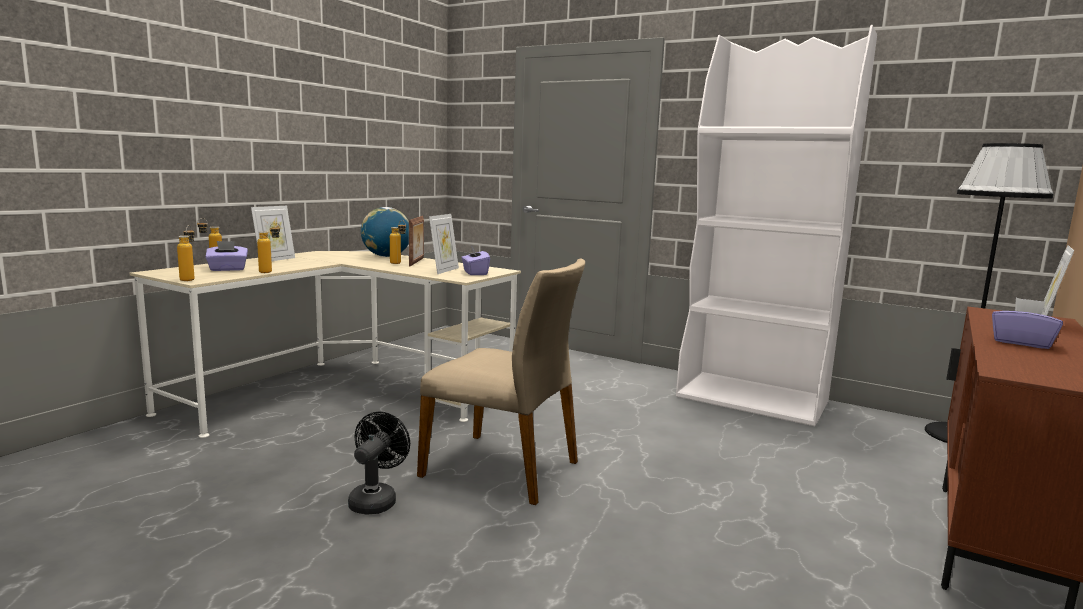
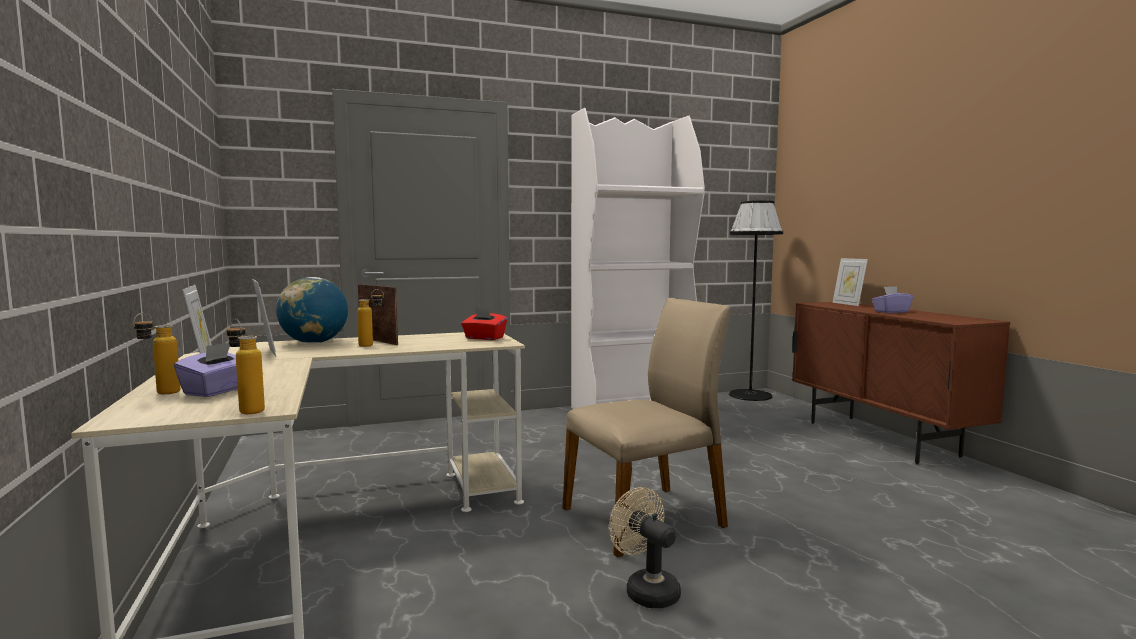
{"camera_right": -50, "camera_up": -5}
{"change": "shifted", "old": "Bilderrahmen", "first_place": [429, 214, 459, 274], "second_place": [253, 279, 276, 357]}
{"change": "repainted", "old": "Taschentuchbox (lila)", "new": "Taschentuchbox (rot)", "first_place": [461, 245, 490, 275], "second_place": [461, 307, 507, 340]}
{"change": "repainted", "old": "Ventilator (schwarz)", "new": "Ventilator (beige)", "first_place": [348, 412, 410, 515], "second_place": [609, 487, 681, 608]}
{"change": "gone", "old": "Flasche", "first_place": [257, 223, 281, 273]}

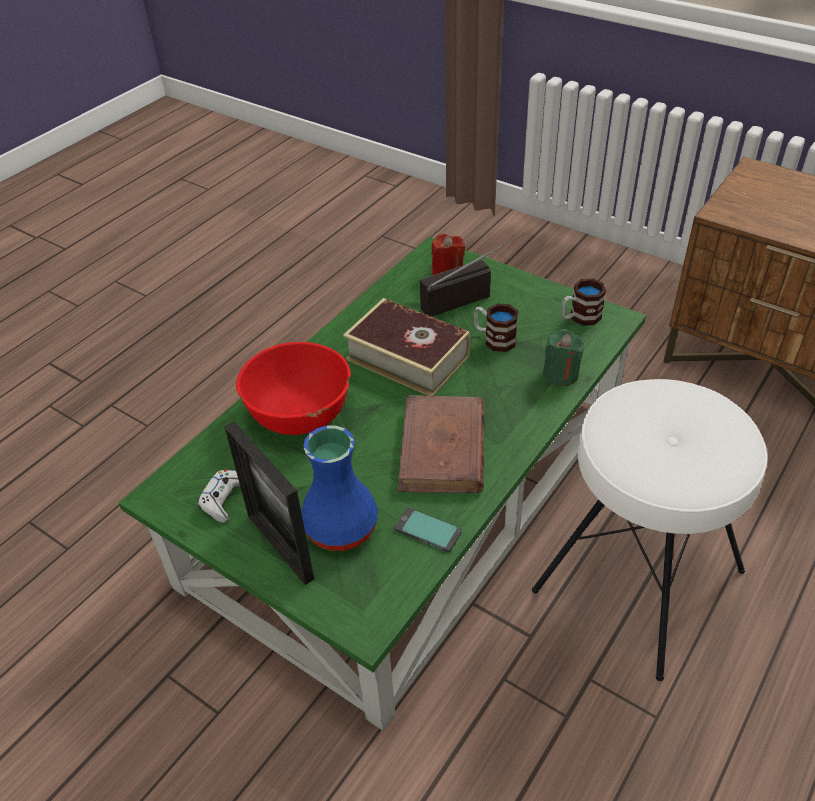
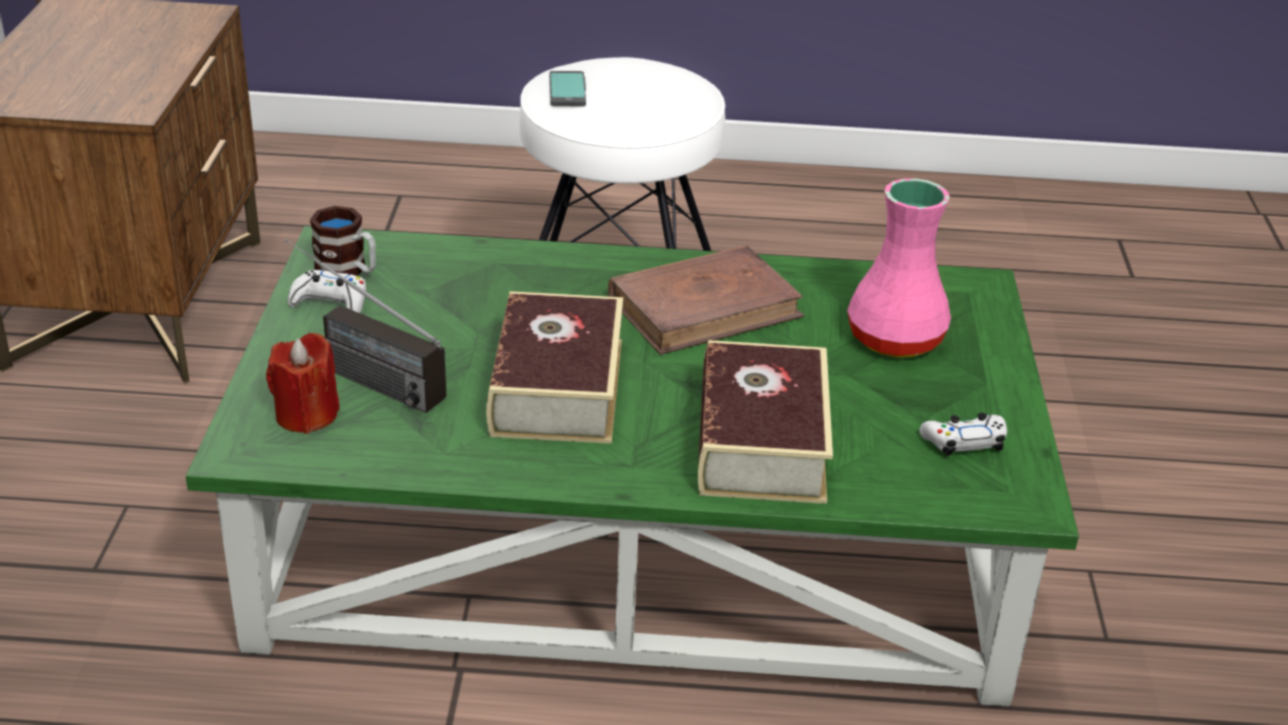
{"camera_right": -125, "camera_up": -10}
{"change": "new", "new": "Gamepad (weiß)", "second_place": [288, 270, 366, 313]}
{"change": "shifted", "old": "Handy", "first_place": [395, 507, 462, 552], "second_place": [550, 71, 586, 106]}
{"change": "swapped", "old": "Schüssel (rot)", "new": "Buch", "first_place": [236, 342, 351, 435], "second_place": [698, 340, 833, 504]}
{"change": "repainted", "old": "Vase (blau)", "new": "Vase (rosa)", "first_place": [301, 425, 378, 551], "second_place": [847, 178, 951, 358]}
{"change": "gone", "old": "Bilderrahmen", "first_place": [224, 421, 314, 585]}
{"change": "gone", "old": "Henkelbecher", "first_place": [474, 304, 518, 352]}
{"change": "gone", "old": "Kerze (grün)", "first_place": [543, 329, 584, 386]}

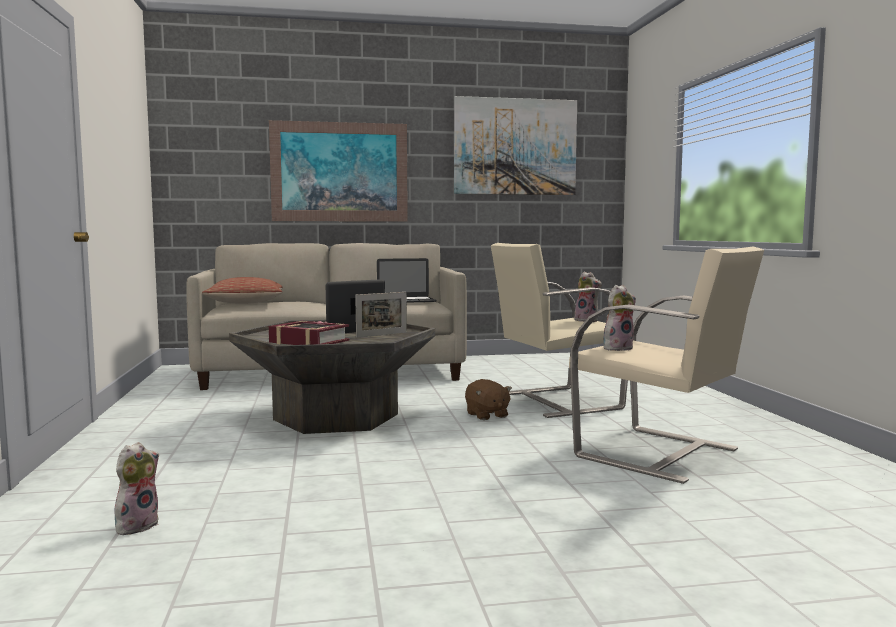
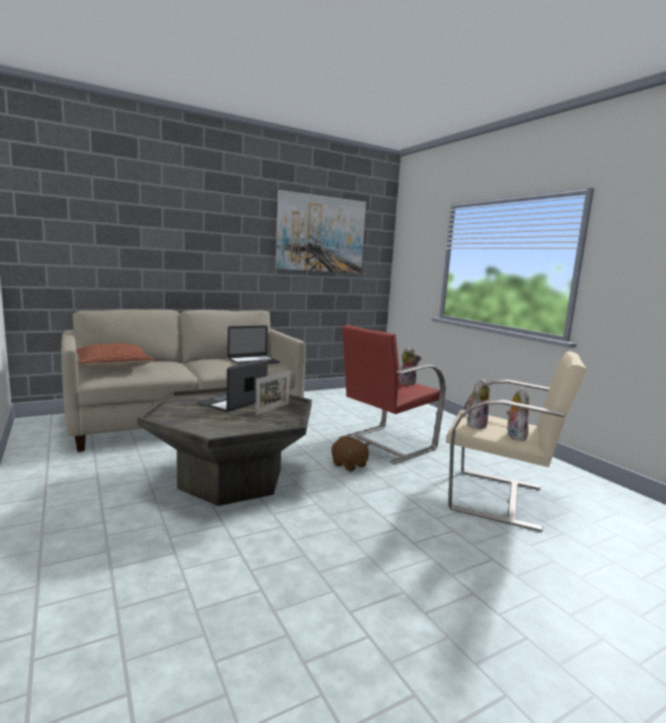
{"camera_right": -20, "camera_up": 5}
{"change": "repainted", "old": "Sessel (beige)", "new": "Sessel (rot)", "first_place": [491, 243, 628, 418], "second_place": [339, 325, 446, 464]}
{"change": "shifted", "old": "Plüschtier", "first_place": [115, 442, 159, 535], "second_place": [506, 387, 529, 441]}
{"change": "gone", "old": "Bild", "first_place": [269, 120, 408, 222]}
{"change": "gone", "old": "Buch", "first_place": [269, 320, 350, 345]}

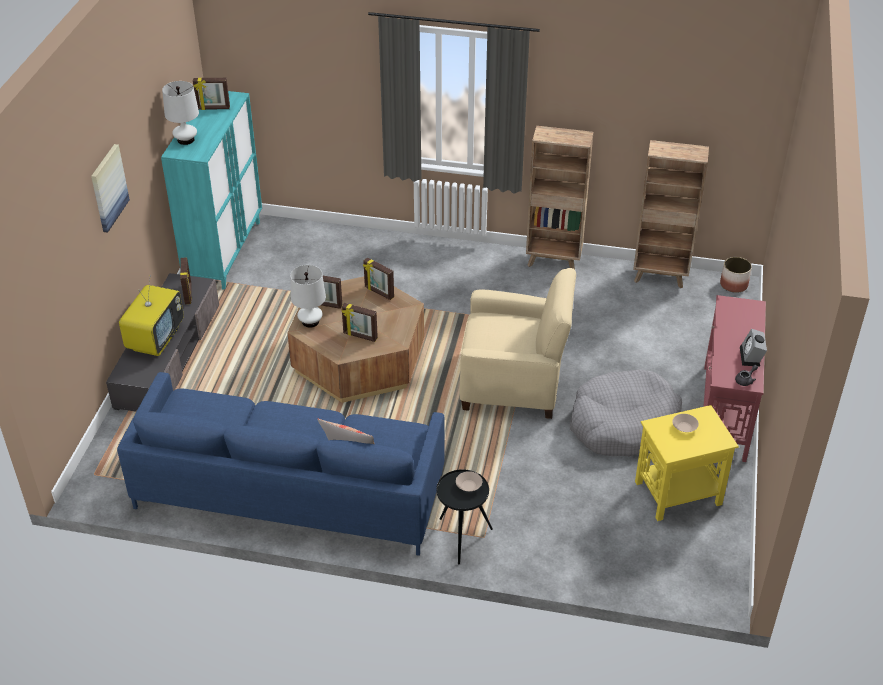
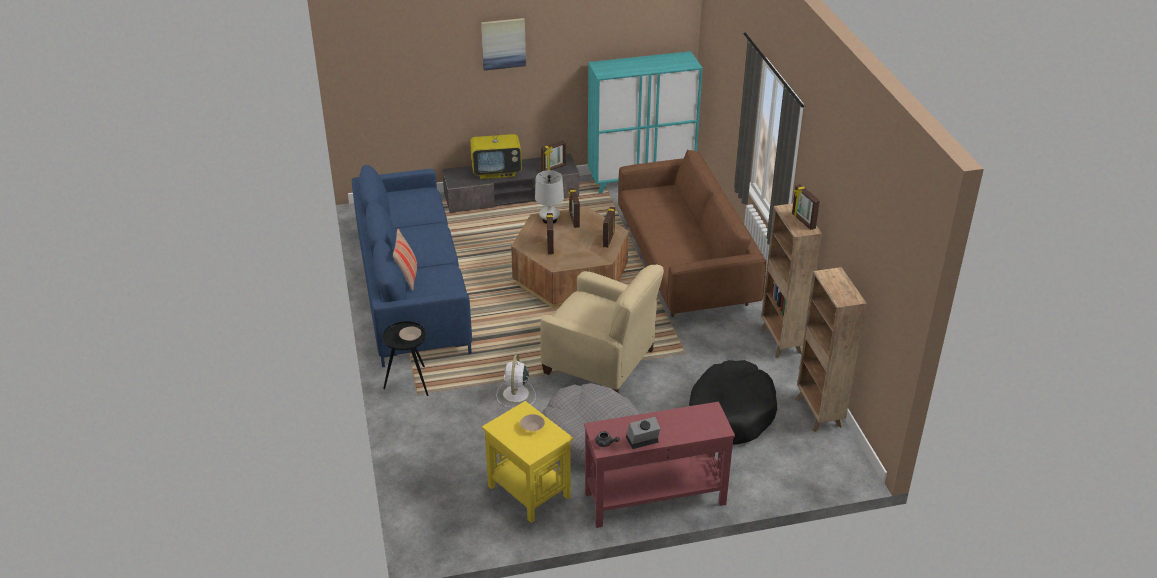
{"camera_right": 65, "camera_up": -5}
{"change": "new", "new": "Ventilator (weiß)", "second_place": [496, 354, 536, 408]}
{"change": "rotated", "old": "Sessel (beige)", "first_place": [460, 268, 576, 419], "second_place": [540, 265, 664, 393], "degrees": -45}
{"change": "new", "new": "Sofa (braun)", "second_place": [618, 150, 767, 317]}
{"change": "new", "new": "Hundebett (schwarz)", "second_place": [689, 360, 777, 445]}
{"change": "shifted", "old": "Bilderrahmen", "first_place": [193, 78, 230, 110], "second_place": [792, 184, 820, 230]}
{"change": "gone", "old": "Tischlampe (weiß)", "first_place": [162, 81, 199, 145]}
{"change": "gone", "old": "Pflanzkübel", "first_place": [720, 257, 752, 293]}

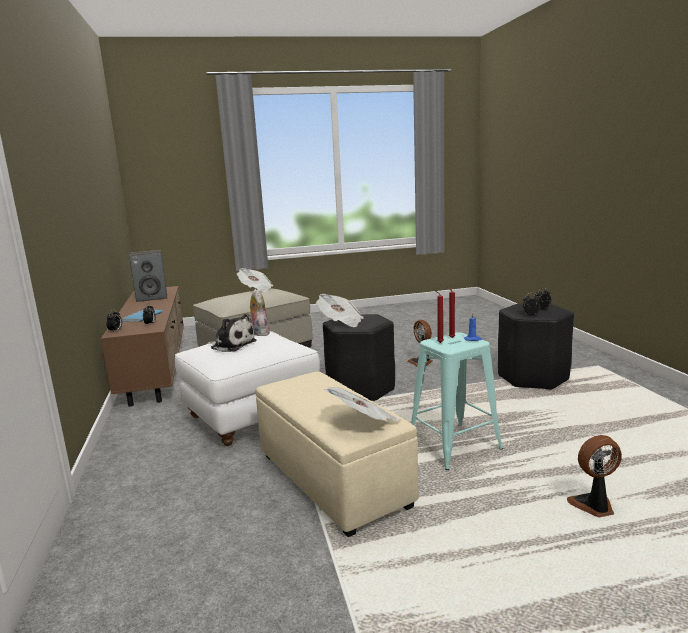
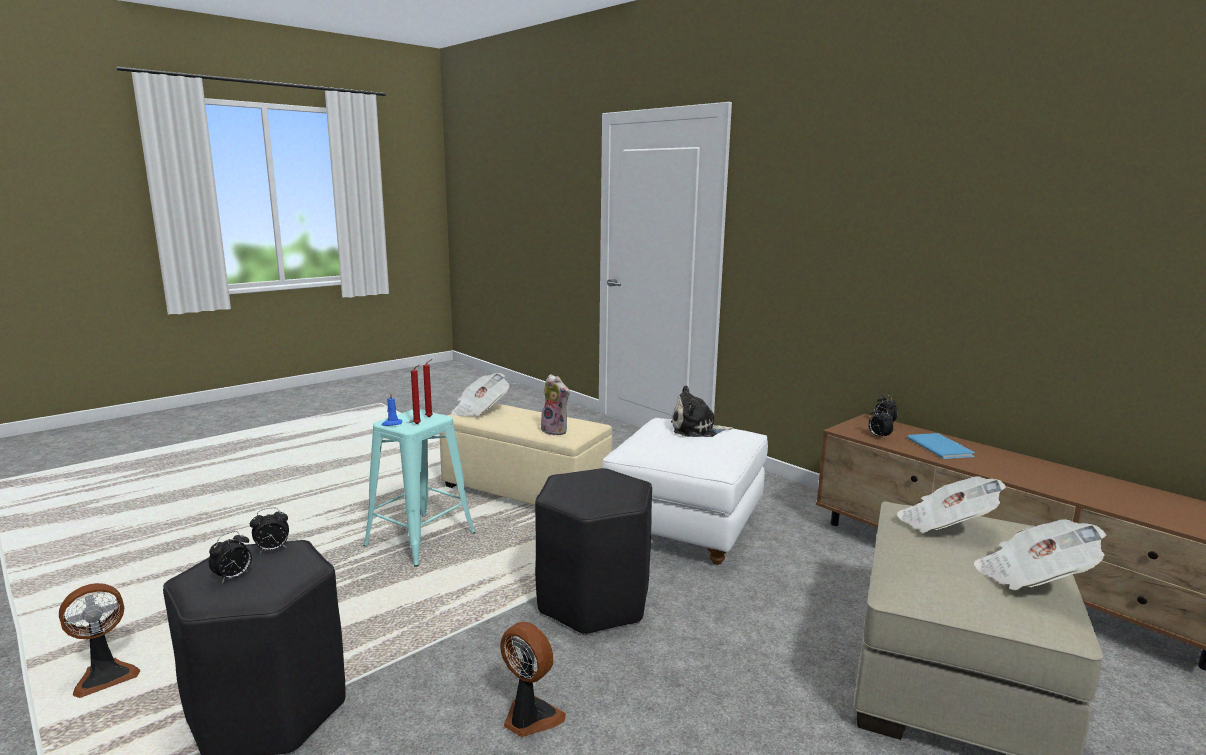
{"camera_right": 150, "camera_up": 0}
{"change": "shifted", "old": "Ventilator", "first_place": [567, 435, 622, 517], "second_place": [59, 583, 140, 698]}
{"change": "shifted", "old": "Plüschtier", "first_place": [247, 289, 270, 336], "second_place": [541, 374, 570, 435]}
{"change": "shifted", "old": "Zeitung", "first_place": [316, 294, 364, 327], "second_place": [897, 476, 1006, 533]}
{"change": "gone", "old": "Lautsprecher", "first_place": [129, 250, 167, 302]}

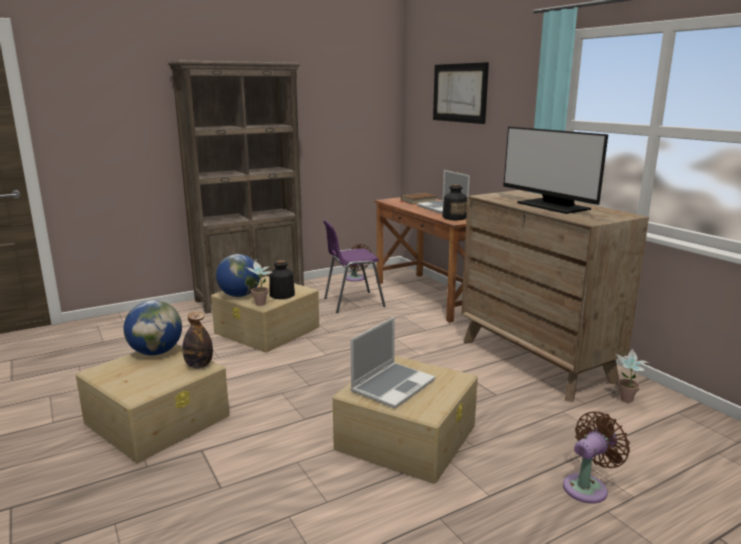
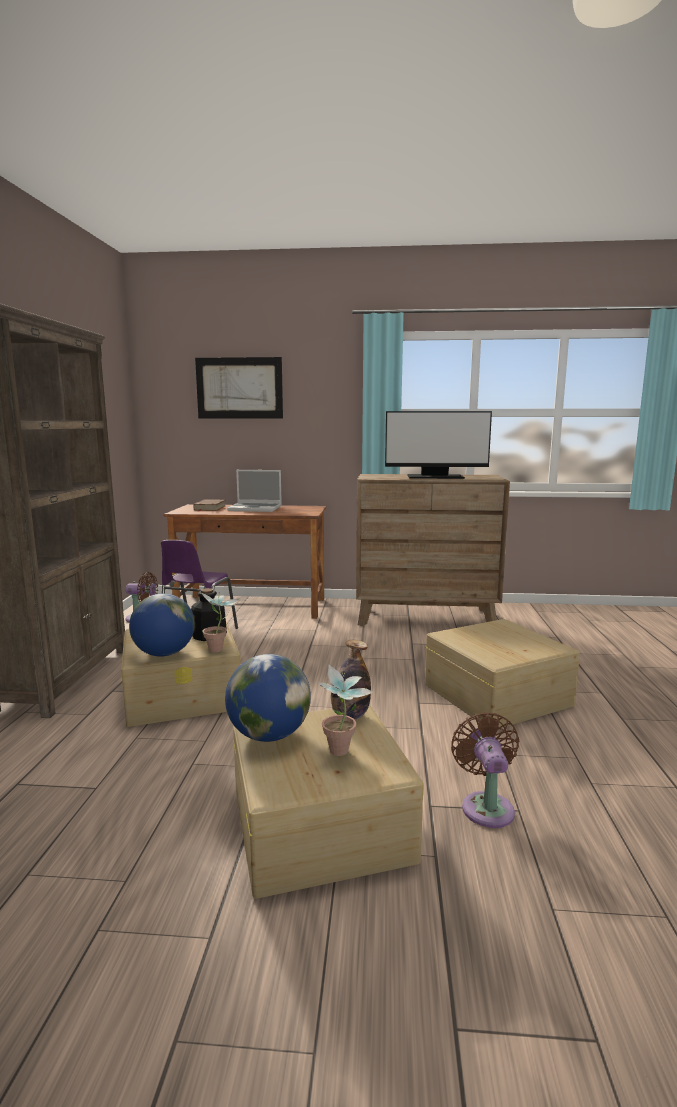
{"camera_right": -55, "camera_up": -5}
{"change": "shifted", "old": "Topfpflanze", "first_place": [616, 349, 649, 403], "second_place": [319, 665, 374, 756]}
{"change": "shifted", "old": "Ventilator (braun)", "first_place": [563, 411, 630, 504], "second_place": [451, 712, 519, 828]}
{"change": "gone", "old": "Laptop", "first_place": [351, 317, 435, 408]}
{"change": "gone", "old": "Flasche", "first_place": [442, 184, 467, 221]}

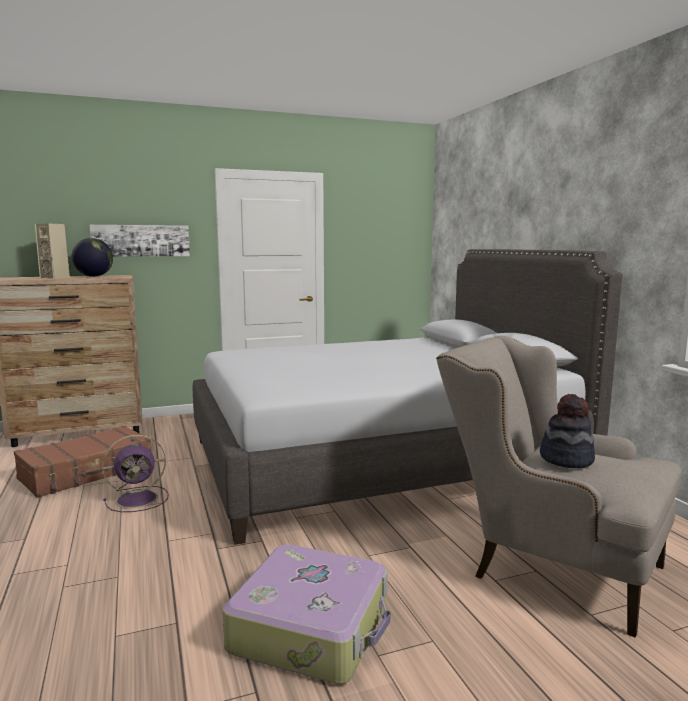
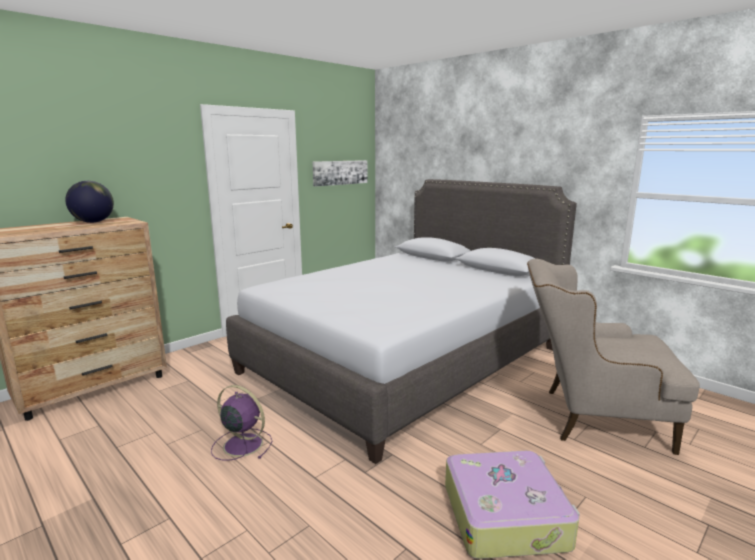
{"camera_right": -25, "camera_up": 5}
{"change": "rotated", "old": "Ventilator (lila)", "first_place": [102, 435, 169, 512], "second_place": [211, 385, 272, 461], "degrees": -105}
{"change": "shifted", "old": "Bild", "first_place": [90, 225, 190, 257], "second_place": [313, 160, 367, 186]}
{"change": "gone", "old": "Koffer (braun)", "first_place": [14, 426, 151, 498]}
{"change": "gone", "old": "Lautsprecher (beige)", "first_place": [35, 223, 70, 279]}
{"change": "gone", "old": "Hut", "first_place": [540, 394, 595, 468]}

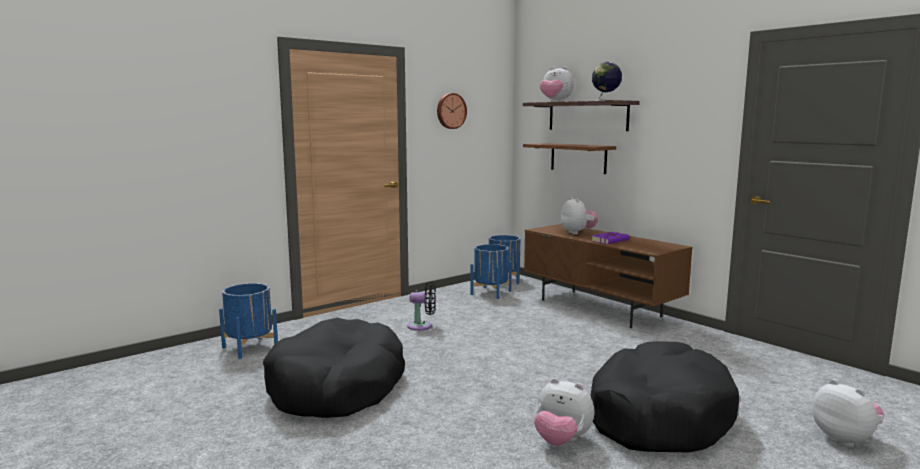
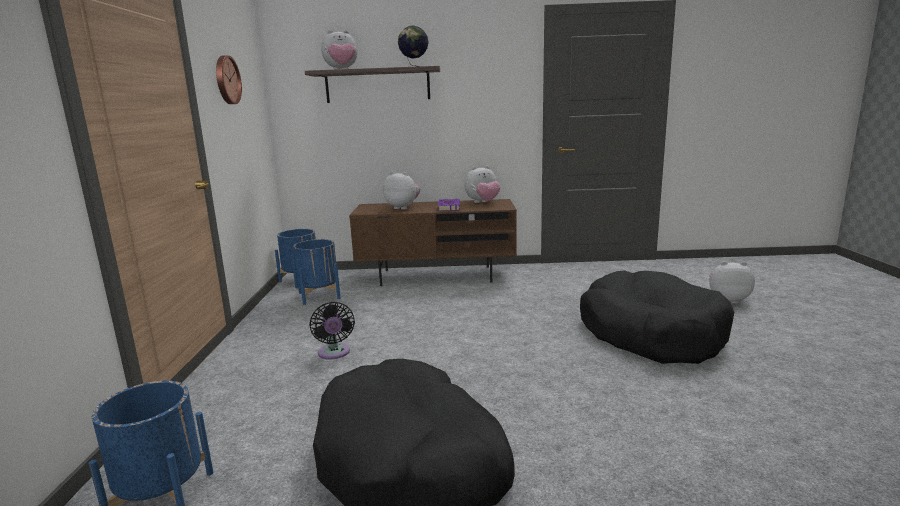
{"camera_right": -50, "camera_up": 5}
{"change": "rotated", "old": "Ventilator (schwarz)", "first_place": [407, 281, 436, 331], "second_place": [309, 302, 355, 359], "degrees": 120}
{"change": "shifted", "old": "Plüschtier", "first_place": [534, 378, 595, 446], "second_place": [464, 166, 500, 203]}
{"change": "gone", "old": "Wandregal (braun)", "first_place": [523, 143, 616, 174]}

